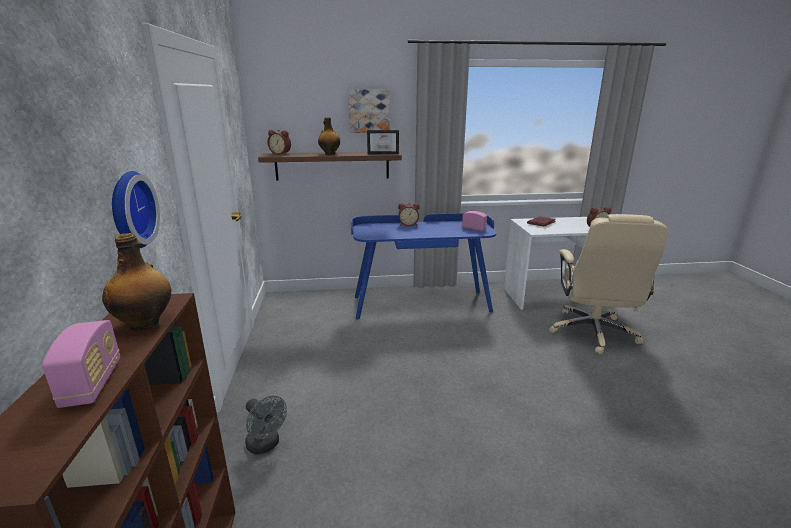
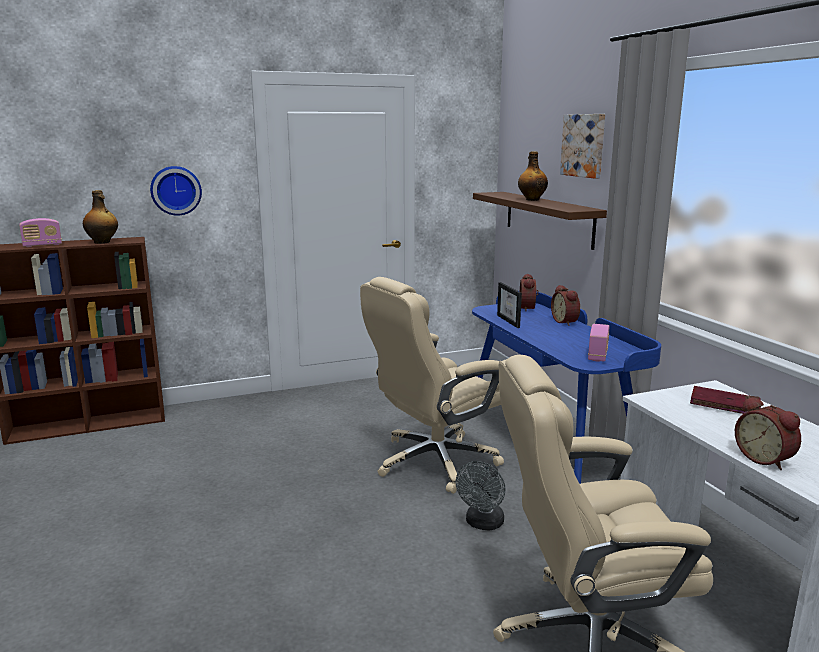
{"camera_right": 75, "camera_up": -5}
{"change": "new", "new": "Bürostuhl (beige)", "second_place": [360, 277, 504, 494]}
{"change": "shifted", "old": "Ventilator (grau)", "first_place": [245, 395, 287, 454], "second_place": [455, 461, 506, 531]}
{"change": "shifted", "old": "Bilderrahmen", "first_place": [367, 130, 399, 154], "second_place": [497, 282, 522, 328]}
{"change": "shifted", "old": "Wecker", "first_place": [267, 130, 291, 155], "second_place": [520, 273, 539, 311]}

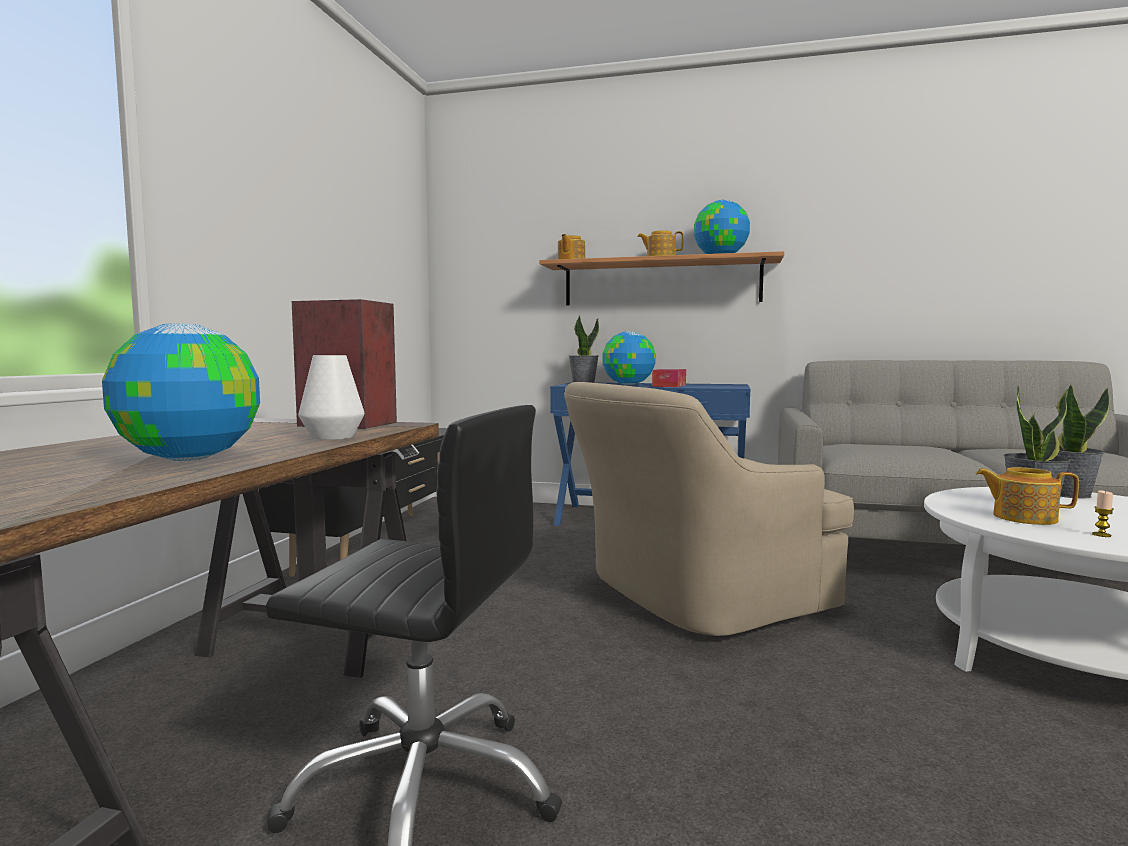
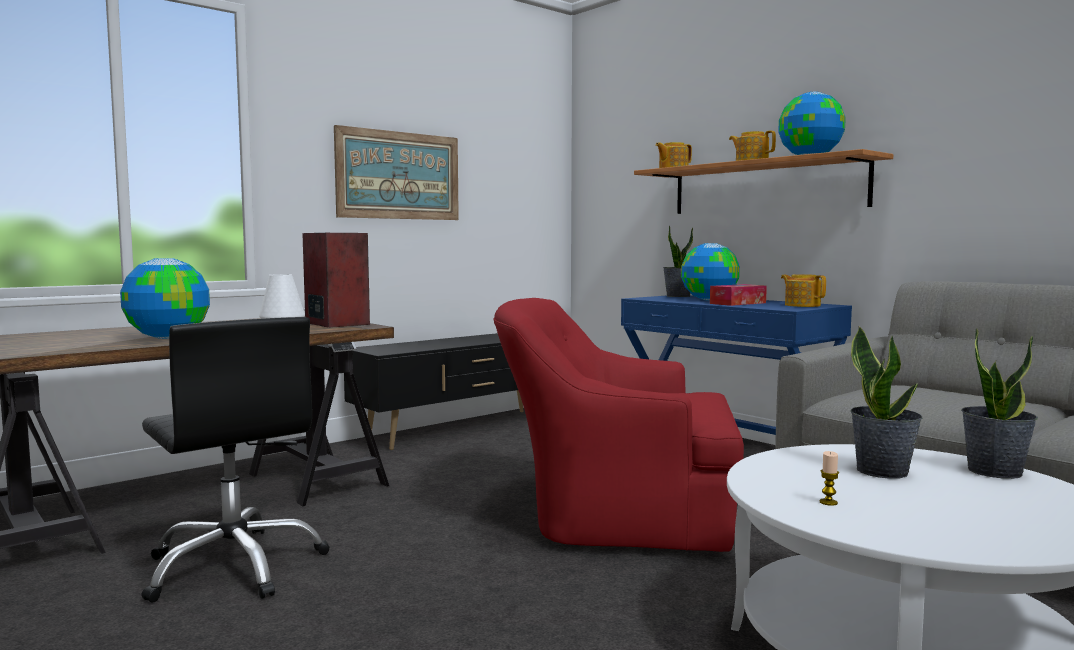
{"camera_right": 35, "camera_up": 0}
{"change": "new", "new": "Bild", "second_place": [334, 125, 459, 220]}
{"change": "repainted", "old": "Sessel (beige)", "new": "Sessel (rot)", "first_place": [564, 382, 854, 636], "second_place": [494, 298, 744, 552]}
{"change": "shifted", "old": "Teekanne", "first_place": [976, 467, 1079, 525], "second_place": [781, 274, 826, 307]}

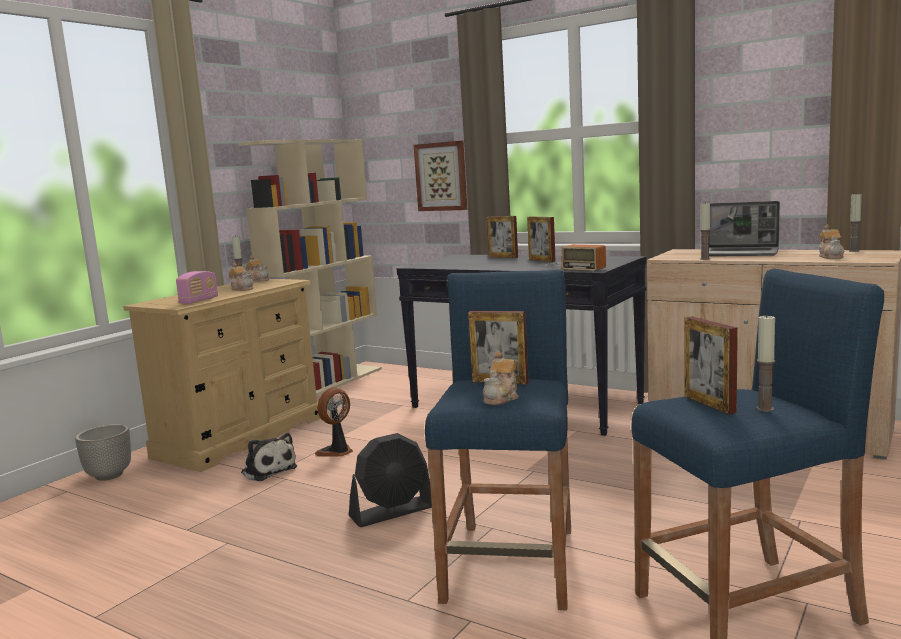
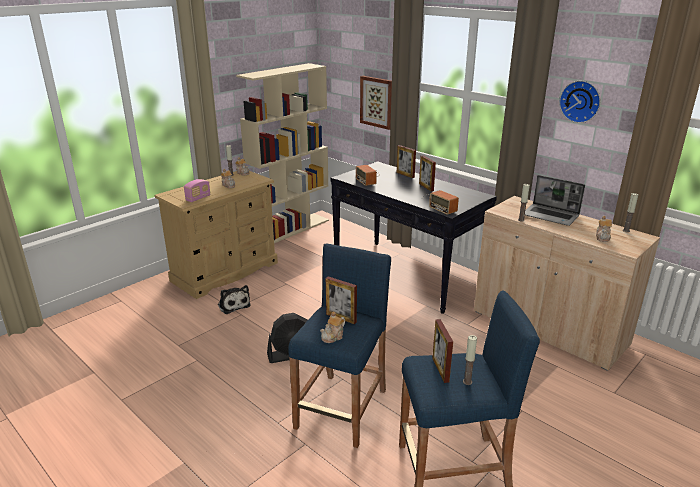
{"camera_right": 10, "camera_up": 15}
{"change": "new", "new": "Radio", "second_place": [356, 165, 380, 186]}
{"change": "new", "new": "Wanduhr", "second_place": [559, 81, 601, 123]}
{"change": "gone", "old": "Pflanzkübel", "first_place": [75, 424, 131, 481]}
{"change": "gone", "old": "Ventilator", "first_place": [315, 387, 353, 456]}

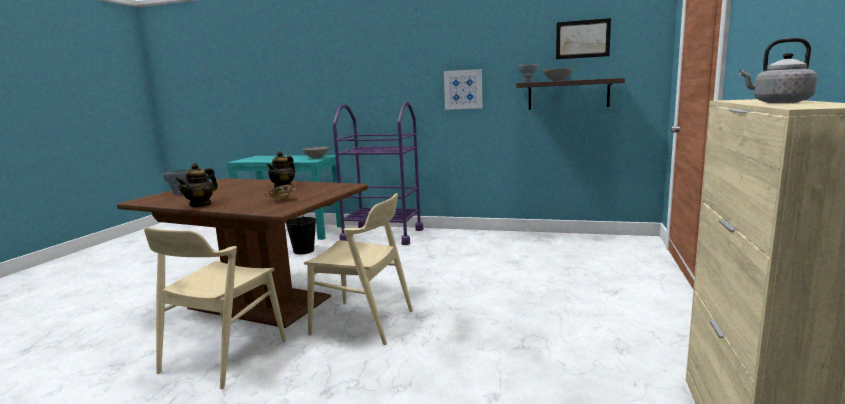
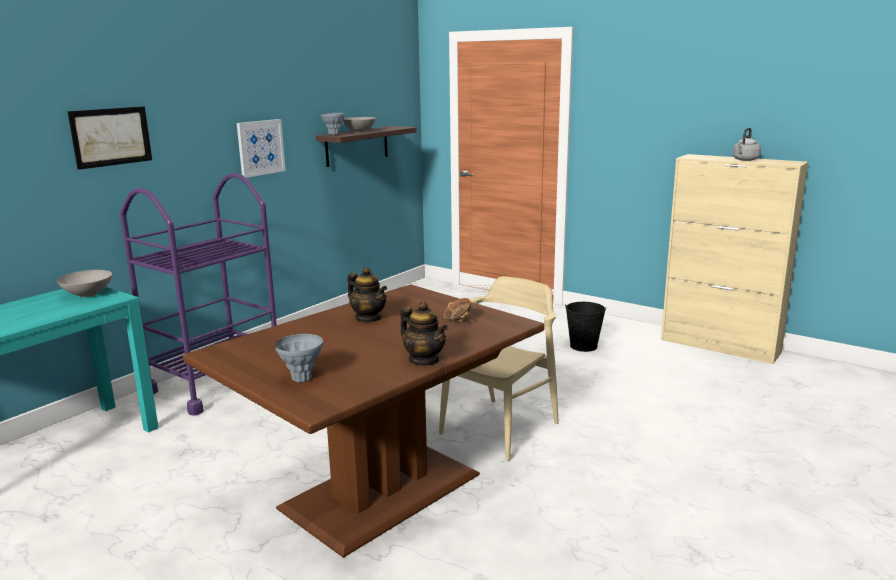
{"camera_right": -70, "camera_up": 5}
{"change": "shifted", "old": "Bild", "first_place": [556, 18, 611, 59], "second_place": [68, 106, 152, 170]}
{"change": "shifted", "old": "Eimer (schwarz)", "first_place": [285, 216, 316, 254], "second_place": [565, 302, 606, 352]}
{"change": "gone", "old": "Stuhl (beige)", "first_place": [144, 227, 286, 389]}

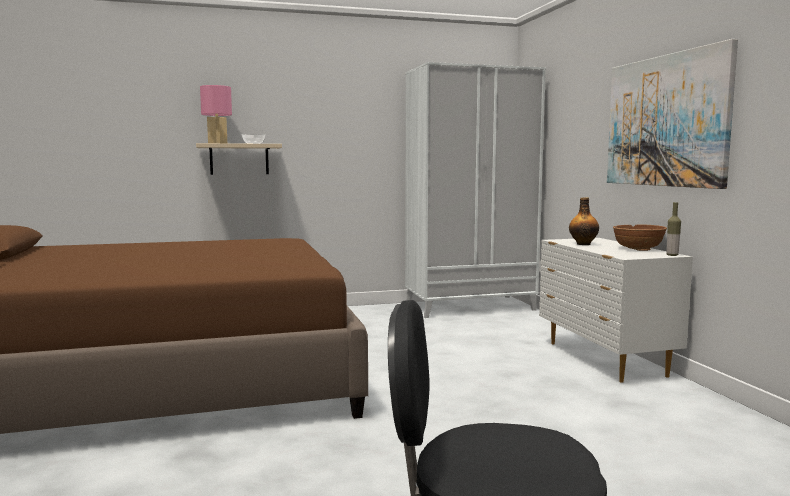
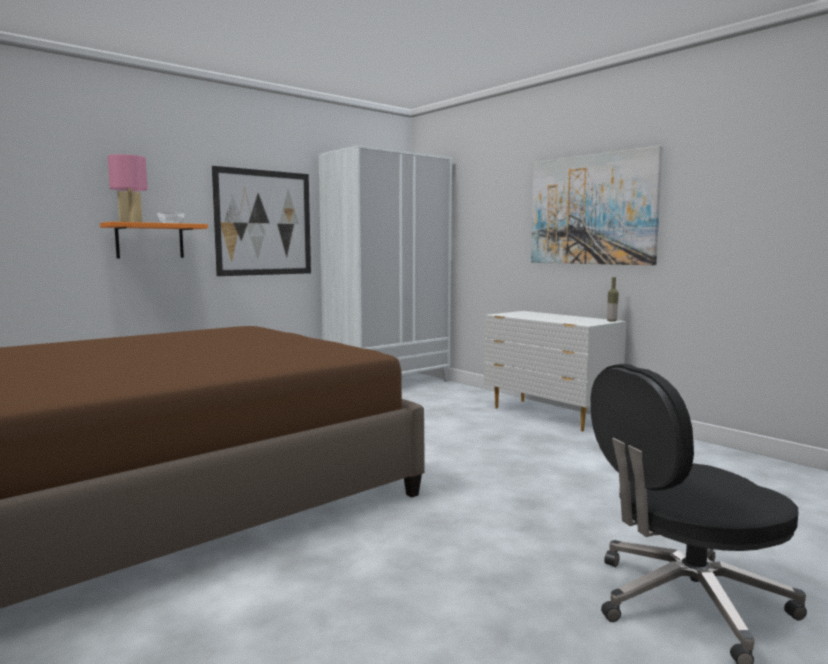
{"camera_right": -25, "camera_up": 0}
{"change": "repainted", "old": "Wandregal (beige)", "new": "Wandregal (orange)", "first_place": [196, 143, 282, 175], "second_place": [100, 222, 208, 259]}
{"change": "new", "new": "Bild", "second_place": [212, 166, 311, 276]}
{"change": "gone", "old": "Flasche", "first_place": [569, 197, 599, 245]}
{"change": "gone", "old": "Schüssel (braun)", "first_place": [613, 224, 667, 251]}

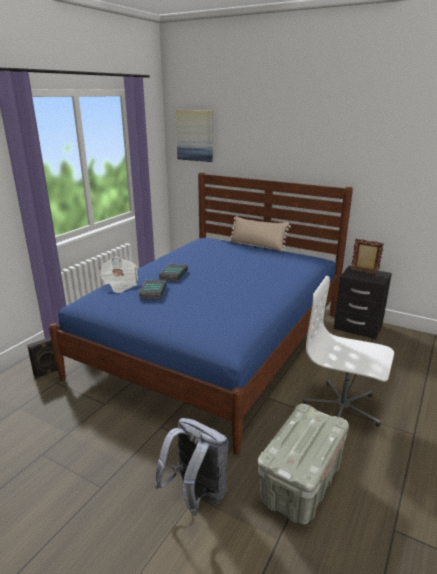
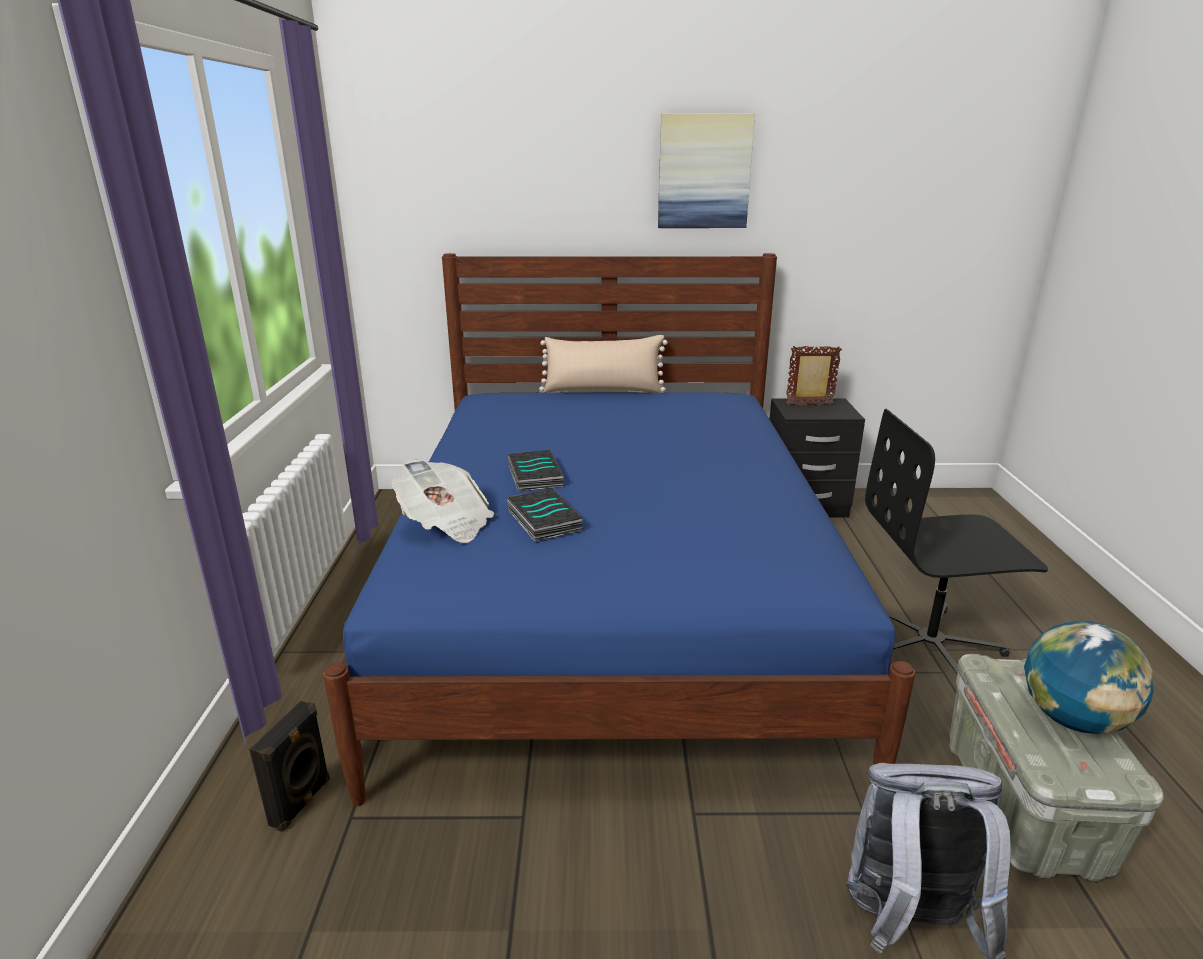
{"camera_right": -30, "camera_up": 0}
{"change": "shifted", "old": "Bild", "first_place": [176, 110, 213, 162], "second_place": [658, 113, 755, 228]}
{"change": "repainted", "old": "Bürostuhl (weiß)", "new": "Bürostuhl (schwarz)", "first_place": [304, 276, 394, 427], "second_place": [865, 409, 1048, 674]}
{"change": "new", "new": "Globus", "second_place": [1024, 621, 1154, 734]}

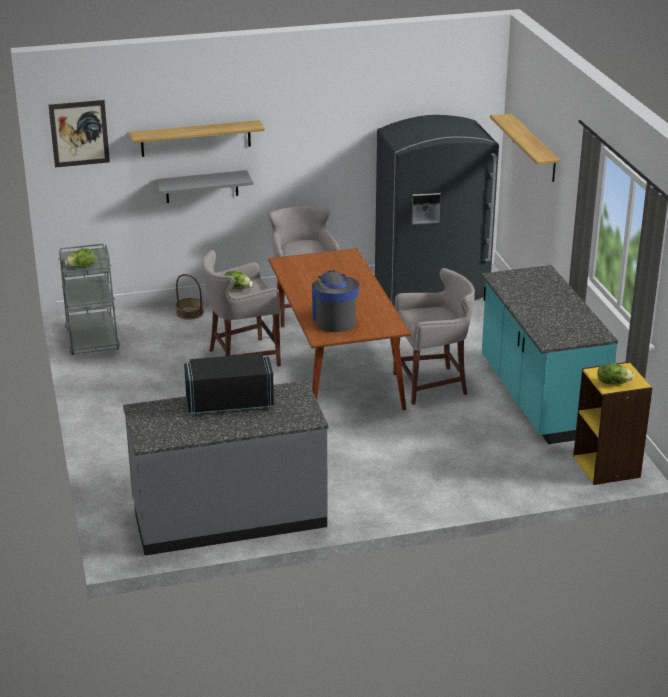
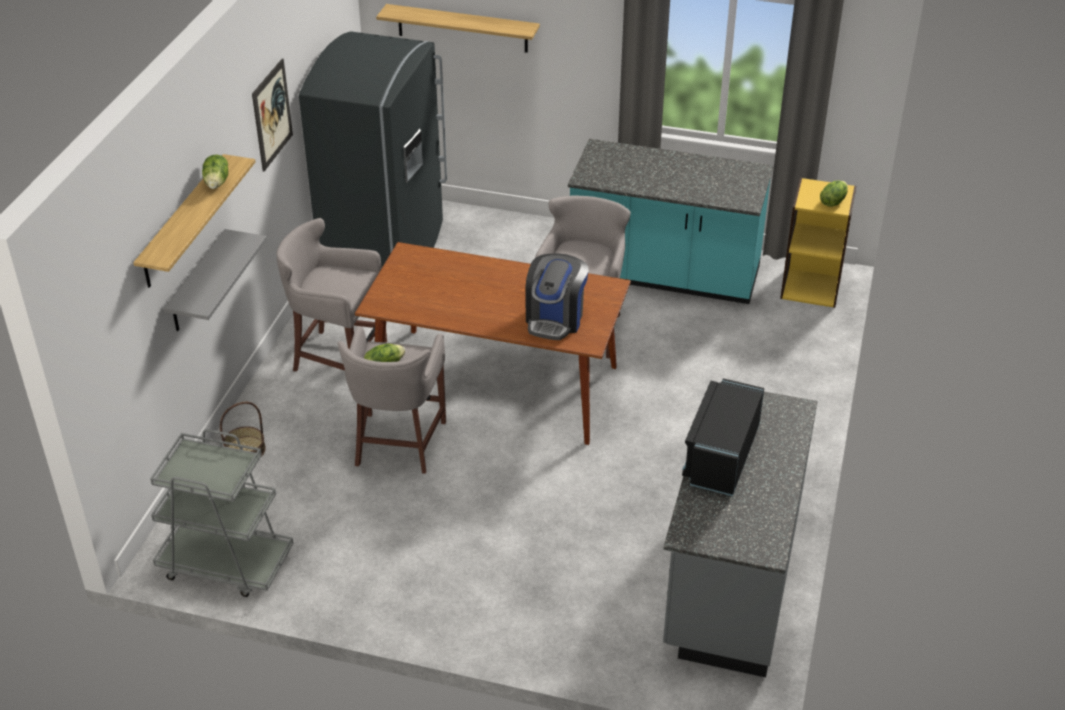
{"camera_right": -60, "camera_up": 10}
{"change": "shifted", "old": "Salatkopf", "first_place": [65, 249, 95, 268], "second_place": [202, 155, 228, 189]}
{"change": "shifted", "old": "Bild", "first_place": [49, 100, 110, 167], "second_place": [252, 59, 293, 171]}
{"change": "rotated", "old": "Kaffeemaschine", "first_place": [312, 270, 359, 332], "second_place": [525, 253, 589, 340], "degrees": -90}

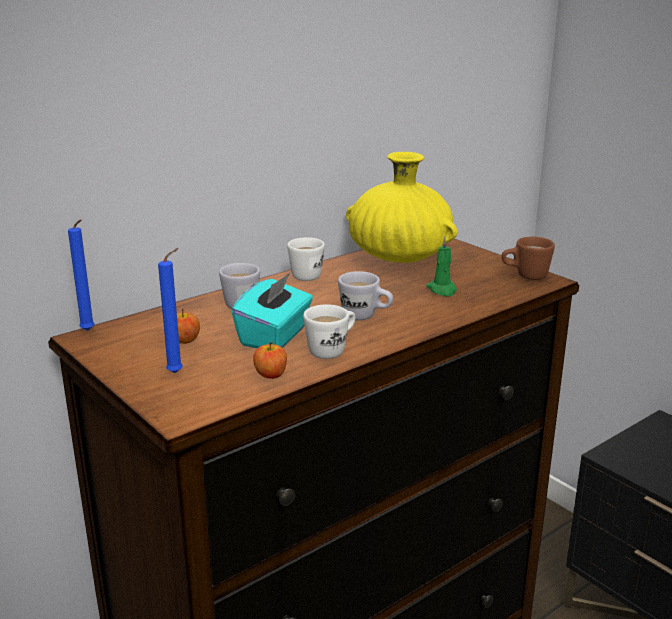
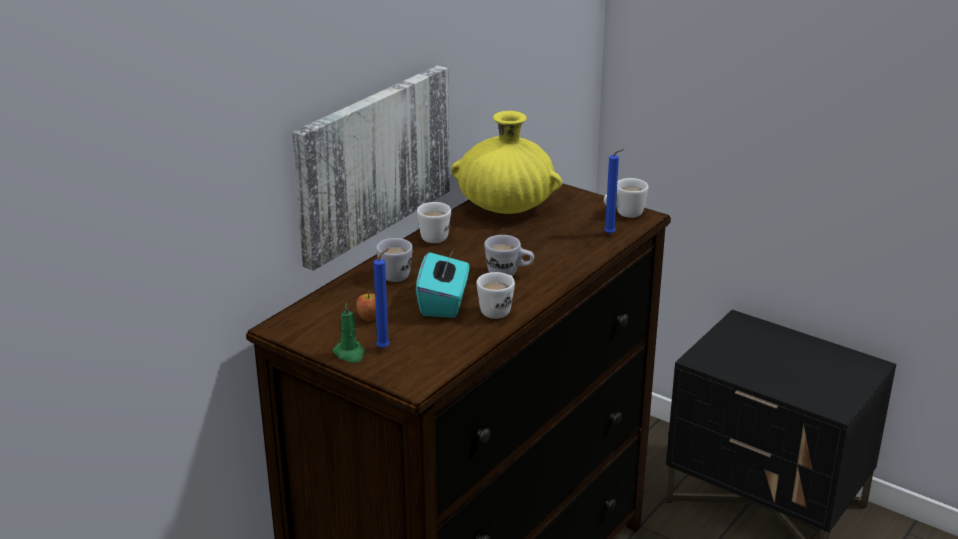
{"camera_right": -15, "camera_up": 5}
{"change": "new", "new": "Bild", "second_place": [292, 65, 450, 271]}
{"change": "shifted", "old": "Kerze (grün)", "first_place": [426, 236, 457, 296], "second_place": [332, 303, 365, 363]}
{"change": "shifted", "old": "Kerze (blau)", "first_place": [68, 219, 95, 331], "second_place": [604, 149, 625, 234]}
{"change": "repainted", "old": "Henkelbecher (braun)", "new": "Henkelbecher (weiß)", "first_place": [502, 237, 555, 280], "second_place": [604, 178, 648, 218]}
{"change": "gone", "old": "Apfel", "first_place": [253, 342, 287, 379]}

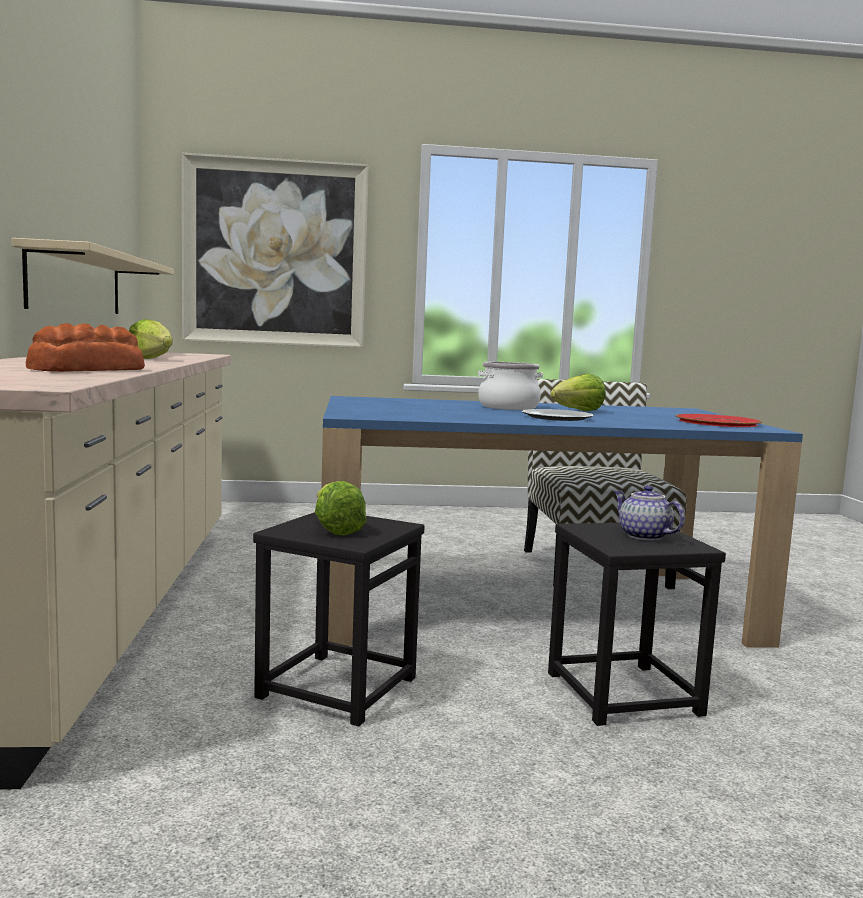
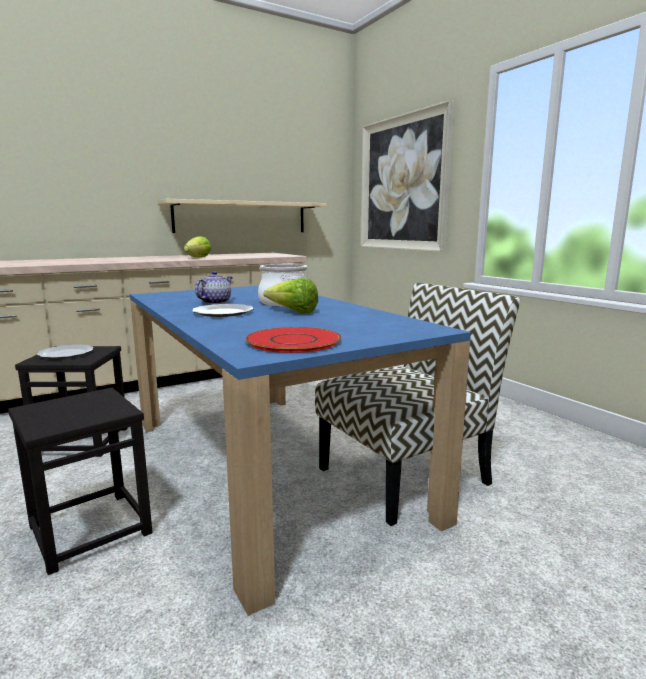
{"camera_right": 65, "camera_up": 5}
{"change": "swapped", "old": "Salatkopf", "new": "Teller", "first_place": [315, 481, 366, 535], "second_place": [37, 344, 94, 359]}
{"change": "shifted", "old": "Teekanne", "first_place": [613, 485, 685, 541], "second_place": [195, 271, 232, 304]}
{"change": "gone", "old": "Brot", "first_place": [26, 323, 145, 372]}

